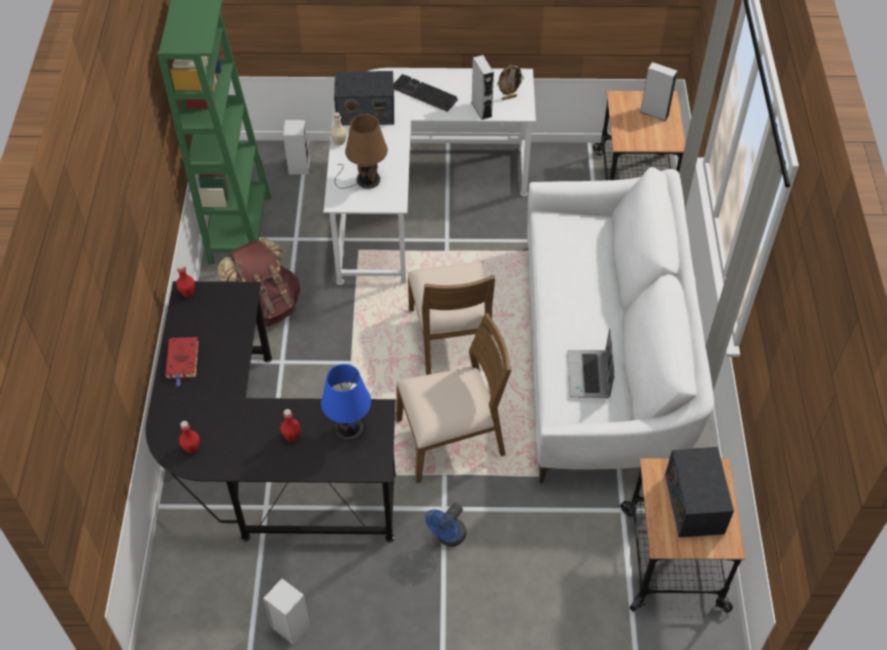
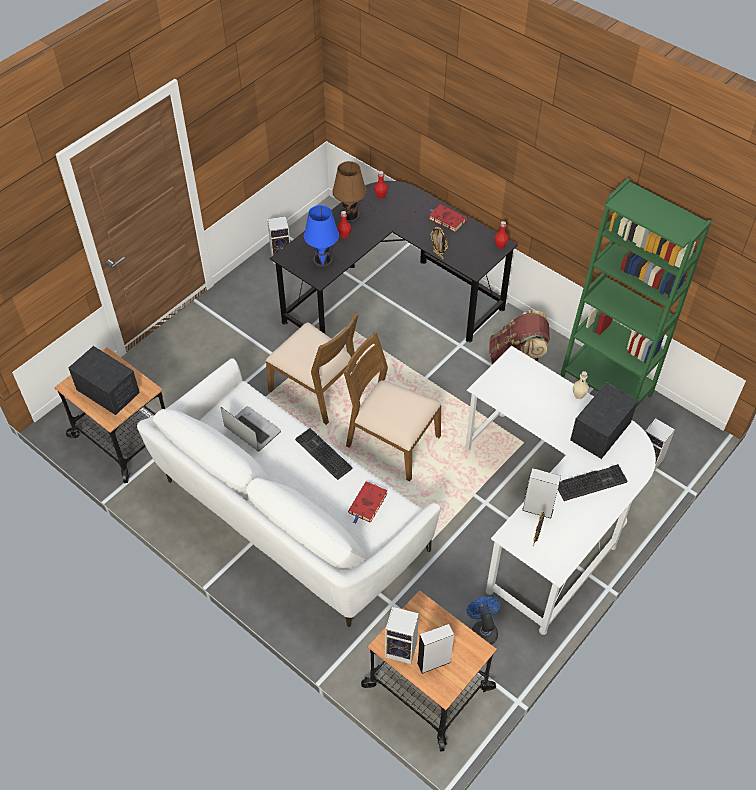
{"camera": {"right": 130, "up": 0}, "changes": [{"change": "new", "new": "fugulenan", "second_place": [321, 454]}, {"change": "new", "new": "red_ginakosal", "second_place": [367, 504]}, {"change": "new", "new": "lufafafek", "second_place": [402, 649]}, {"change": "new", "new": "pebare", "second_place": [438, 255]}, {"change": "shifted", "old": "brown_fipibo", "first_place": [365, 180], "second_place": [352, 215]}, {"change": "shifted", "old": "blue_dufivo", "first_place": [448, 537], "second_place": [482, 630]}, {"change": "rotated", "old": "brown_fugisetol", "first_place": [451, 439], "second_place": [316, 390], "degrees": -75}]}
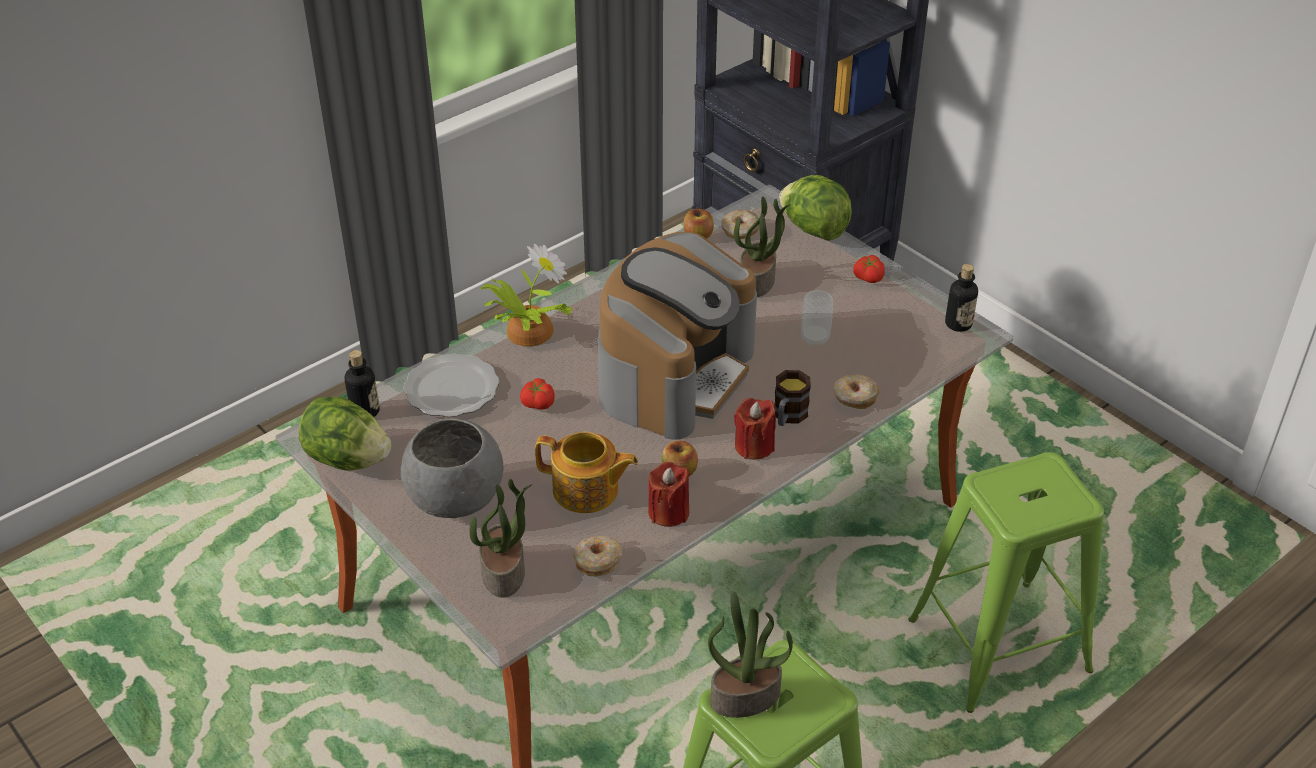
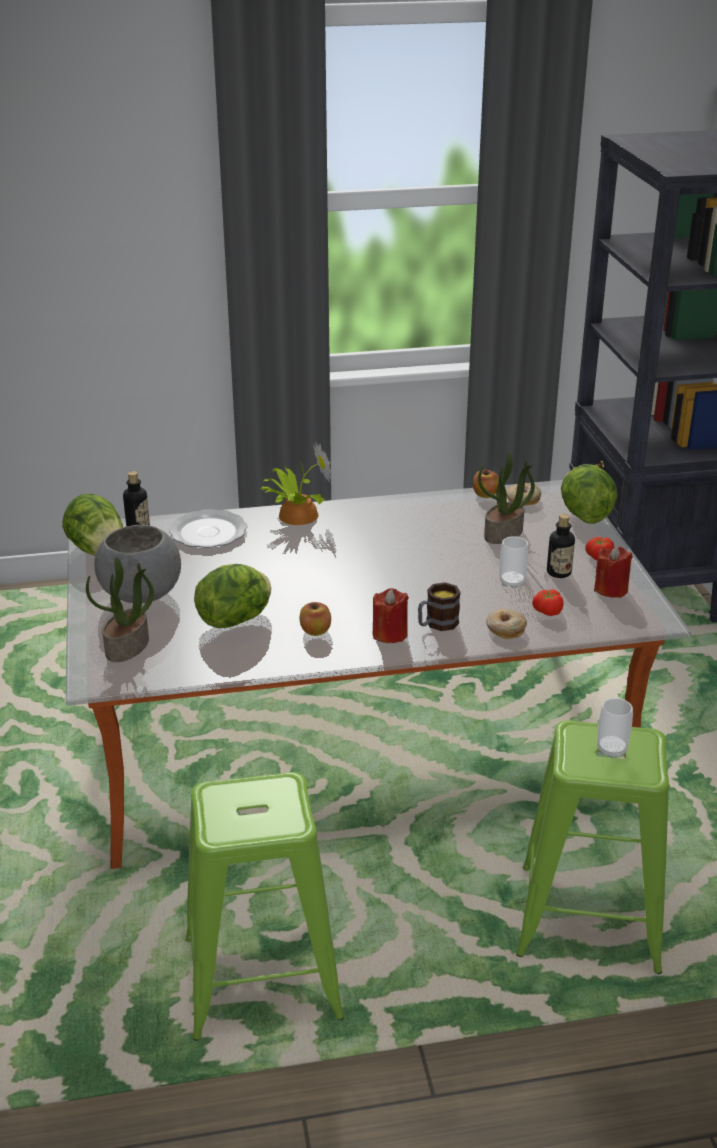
{"camera": {"right": 30, "up": -10}, "changes": [{"change": "gone", "old": "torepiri", "first_place": [597, 561]}, {"change": "gone", "old": "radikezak", "first_place": [674, 375]}, {"change": "gone", "old": "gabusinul", "first_place": [745, 696]}, {"change": "new", "new": "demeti", "second_place": [611, 750]}, {"change": "shifted", "old": "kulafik", "first_place": [537, 404], "second_place": [547, 611]}, {"change": "shifted", "old": "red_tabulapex", "first_place": [668, 512], "second_place": [611, 589]}, {"change": "shifted", "old": "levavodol", "first_place": [958, 324], "second_place": [558, 572]}, {"change": "swapped", "old": "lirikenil", "new": "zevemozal", "first_place": [587, 491], "second_place": [236, 620]}]}
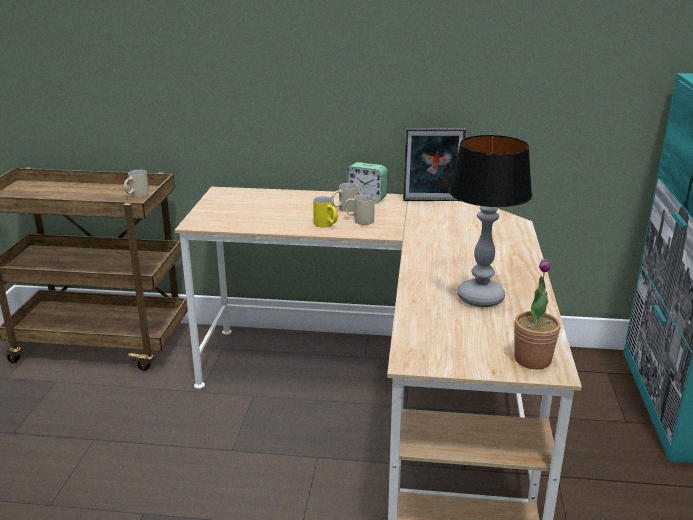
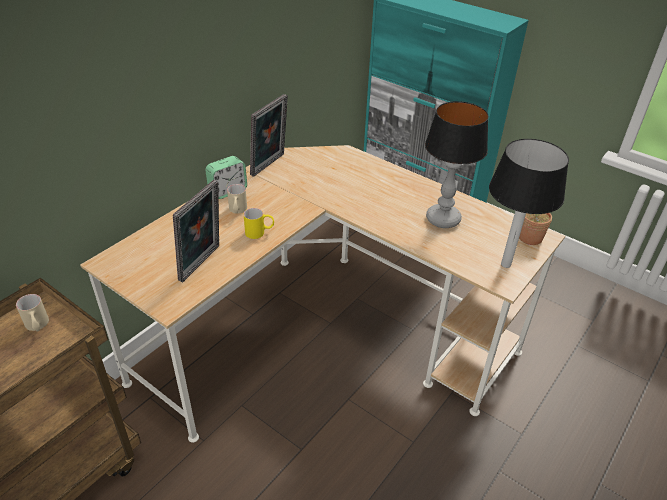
{"camera": {"right": -60, "up": 15}, "changes": [{"change": "gone", "old": "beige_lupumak", "first_place": [359, 220]}, {"change": "new", "new": "pebare", "second_place": [202, 264]}, {"change": "new", "new": "fipibo", "second_place": [505, 264]}]}
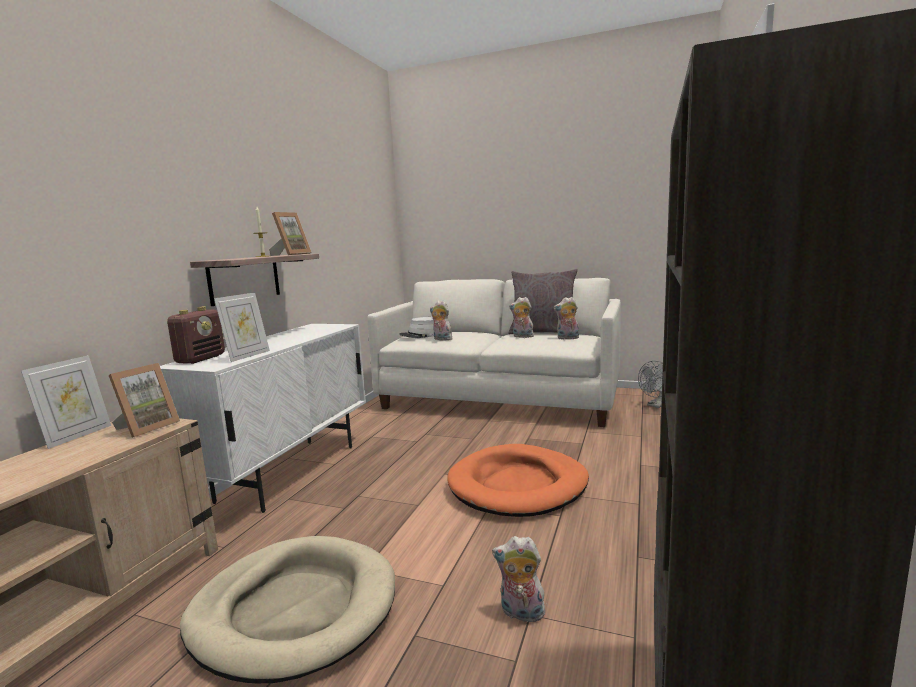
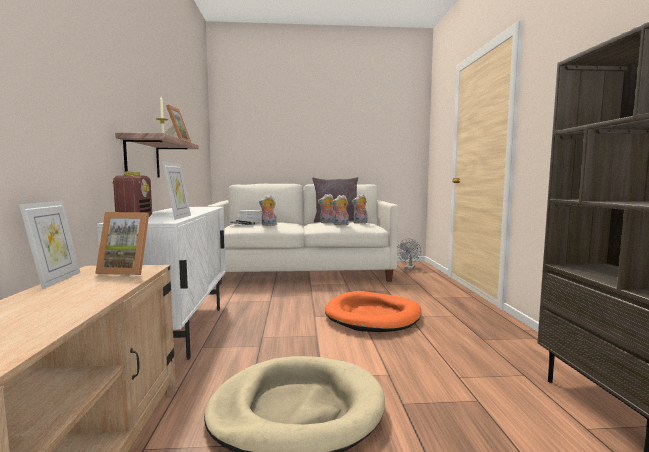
{"camera": {"right": -25, "up": -5}, "changes": [{"change": "shifted", "old": "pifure", "first_place": [520, 613], "second_place": [340, 225]}, {"change": "rotated", "old": "pebare", "first_place": [147, 427], "second_place": [128, 271], "degrees": 90}]}
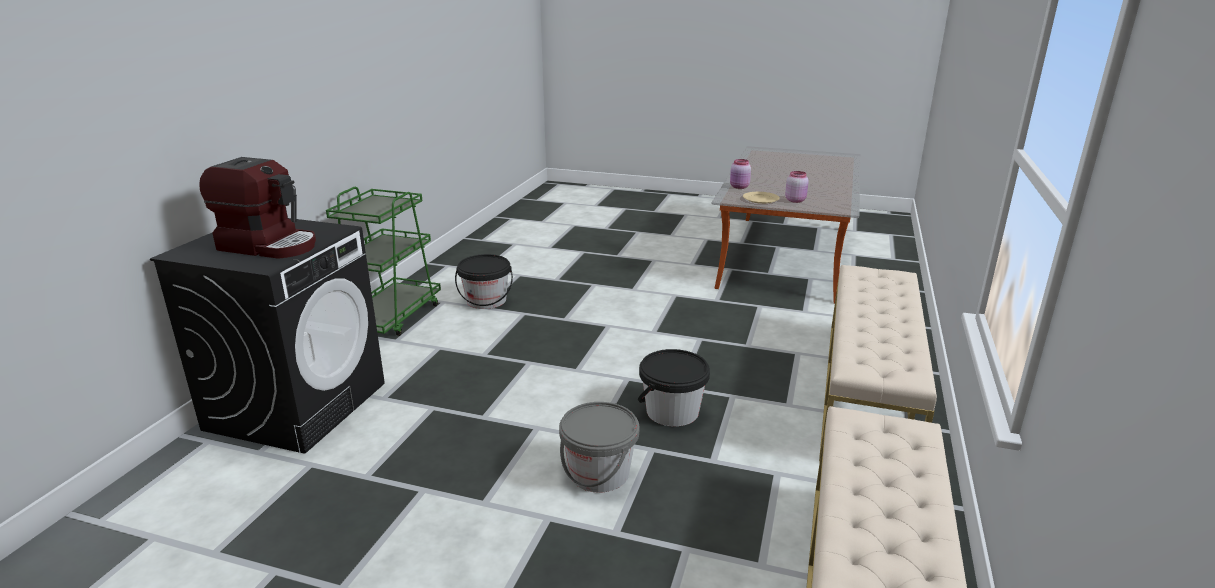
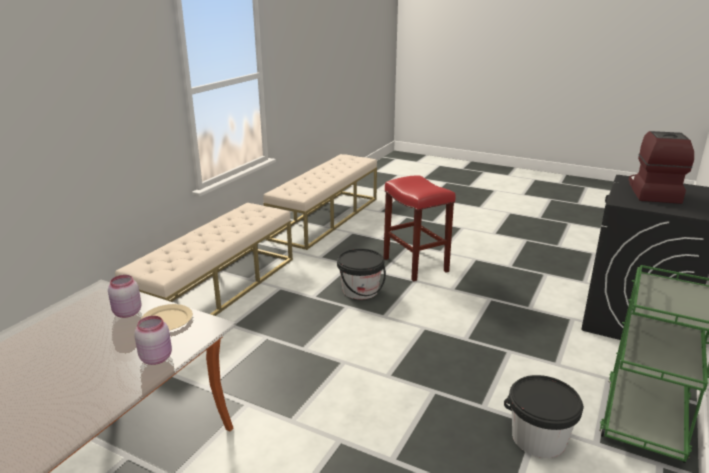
{"camera": {"right": -170, "up": 0}, "changes": [{"change": "swapped", "old": "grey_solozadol", "new": "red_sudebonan", "first_place": [599, 473], "second_place": [414, 264]}, {"change": "rotated", "old": "radikezak", "first_place": [269, 245], "second_place": [652, 192], "degrees": 75}]}
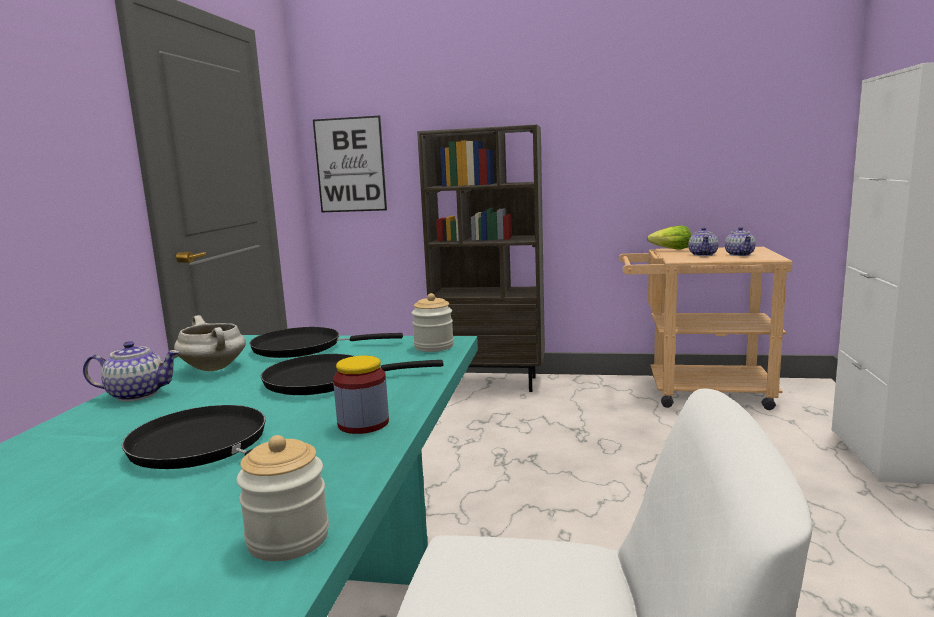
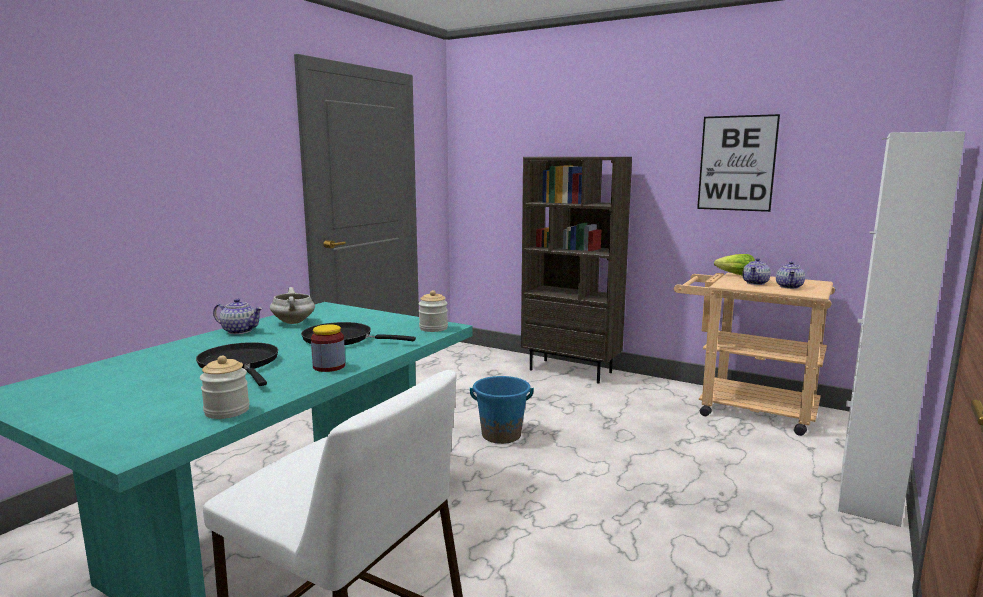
{"camera": {"right": 20, "up": 0}, "changes": [{"change": "gone", "old": "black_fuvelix", "first_place": [304, 347]}, {"change": "new", "new": "blue_solozadol", "second_place": [501, 435]}, {"change": "shifted", "old": "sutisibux", "first_place": [350, 165], "second_place": [737, 163]}]}
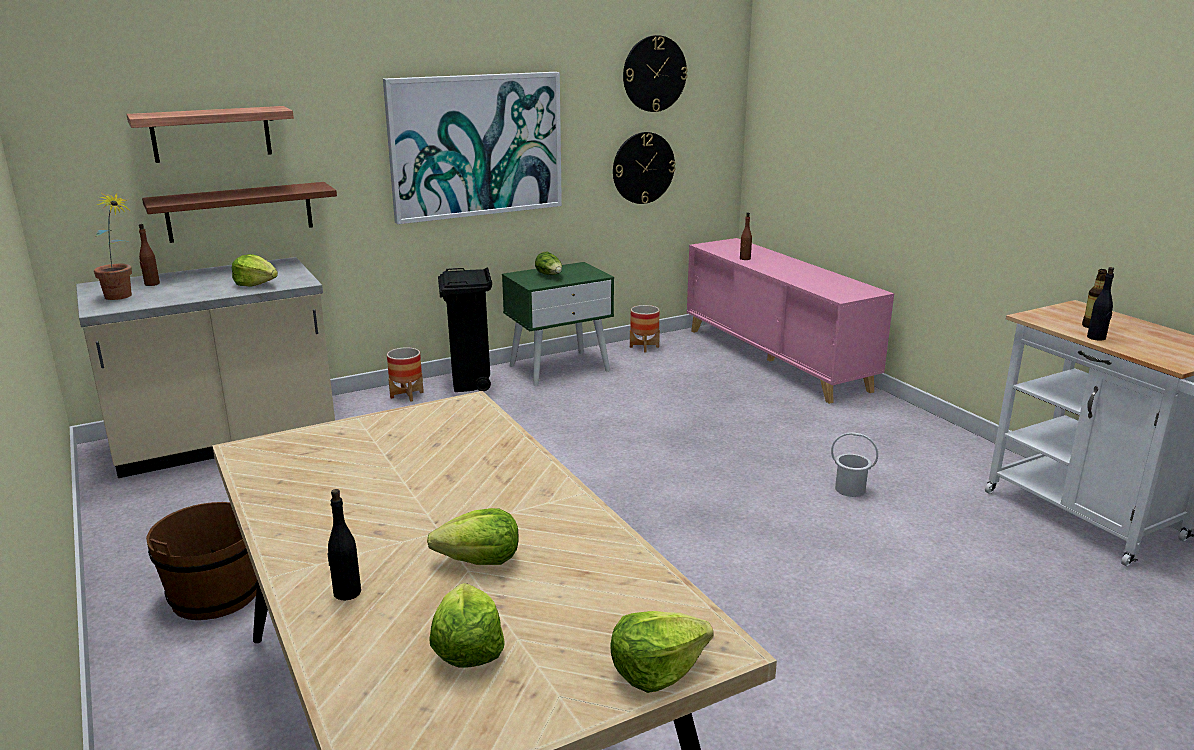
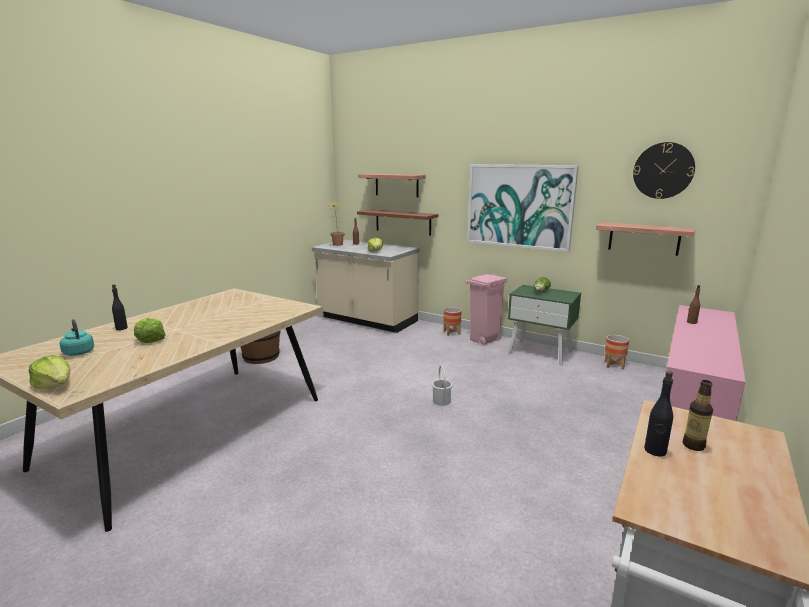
{"camera": {"right": 60, "up": -5}, "changes": [{"change": "shifted", "old": "white_solozadol", "first_place": [850, 489], "second_place": [442, 401]}, {"change": "swapped", "old": "zevemozal", "new": "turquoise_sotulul", "first_place": [467, 648], "second_place": [79, 352]}, {"change": "swapped", "old": "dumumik", "new": "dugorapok", "first_place": [643, 168], "second_place": [644, 238]}, {"change": "repainted", "old": "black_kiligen", "new": "pink_kiligen", "first_place": [470, 384], "second_place": [484, 340]}]}
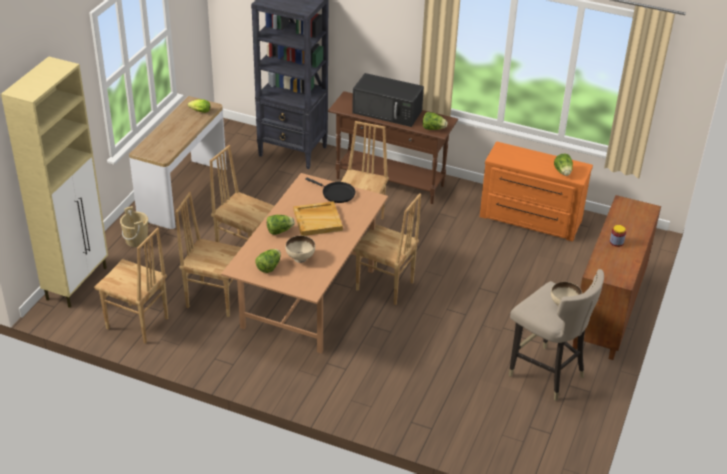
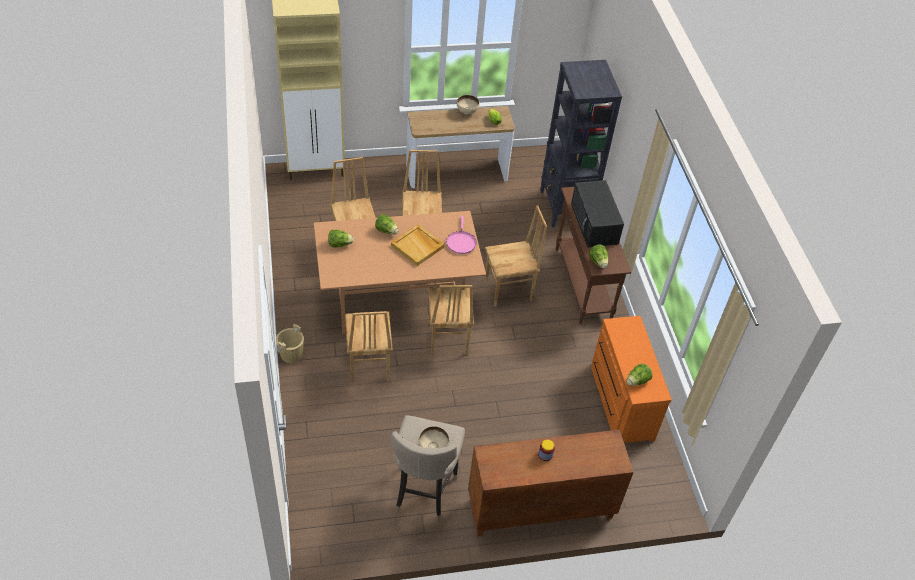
{"camera": {"right": 55, "up": 10}, "changes": [{"change": "shifted", "old": "brown_fugisetol", "first_place": [137, 324], "second_place": [368, 364]}, {"change": "shifted", "old": "beige_solozadol", "first_place": [136, 240], "second_place": [291, 354]}, {"change": "shifted", "old": "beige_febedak", "first_place": [300, 258], "second_place": [467, 112]}, {"change": "repainted", "old": "black_fuvelix", "new": "pink_fuvelix", "first_place": [336, 193], "second_place": [461, 242]}]}
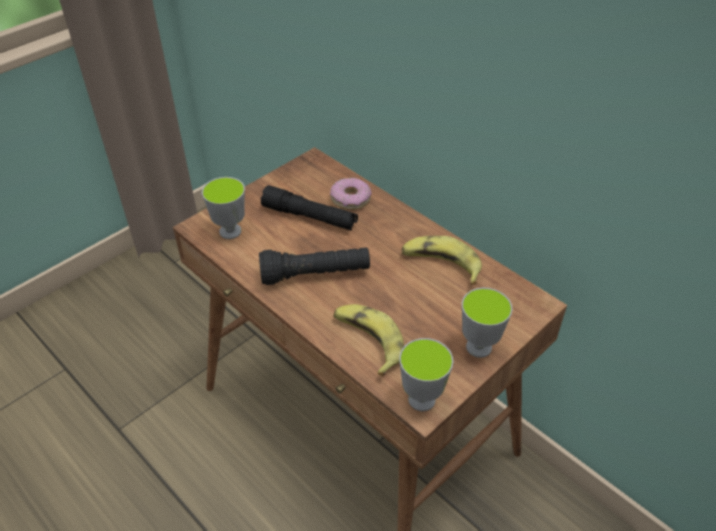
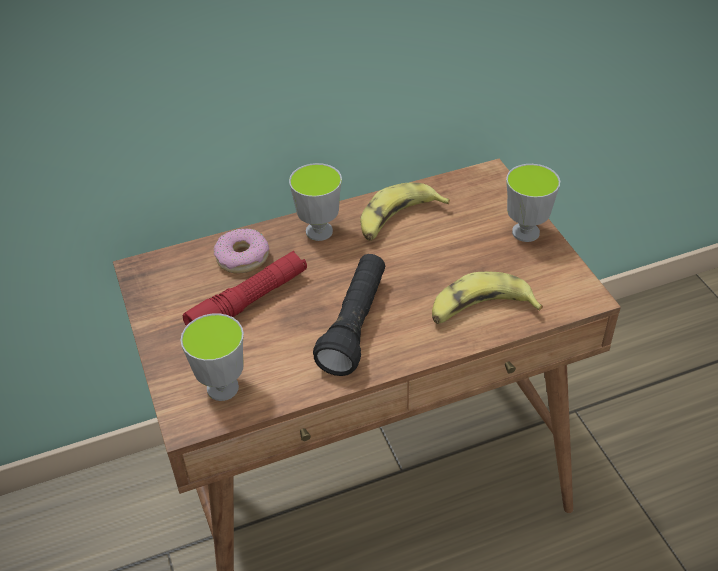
{"camera": {"right": -65, "up": 0}, "changes": [{"change": "shifted", "old": "demeti", "first_place": [421, 399], "second_place": [319, 231]}, {"change": "repainted", "old": "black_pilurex", "new": "red_pilurex", "first_place": [309, 217], "second_place": [249, 303]}]}
